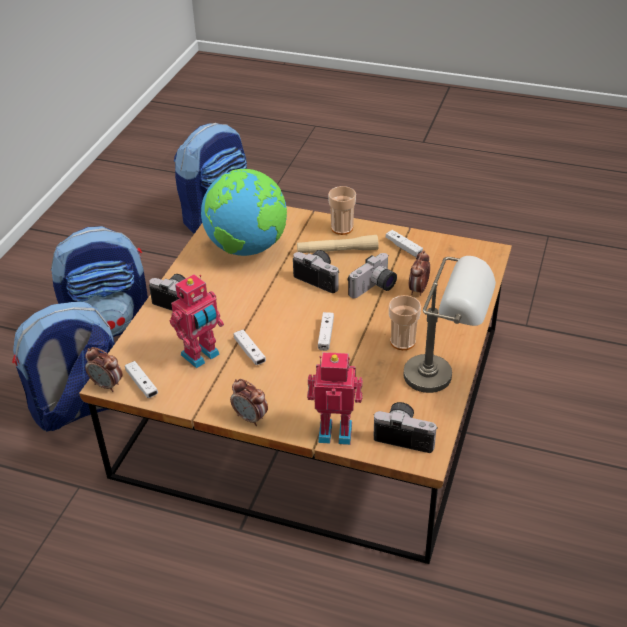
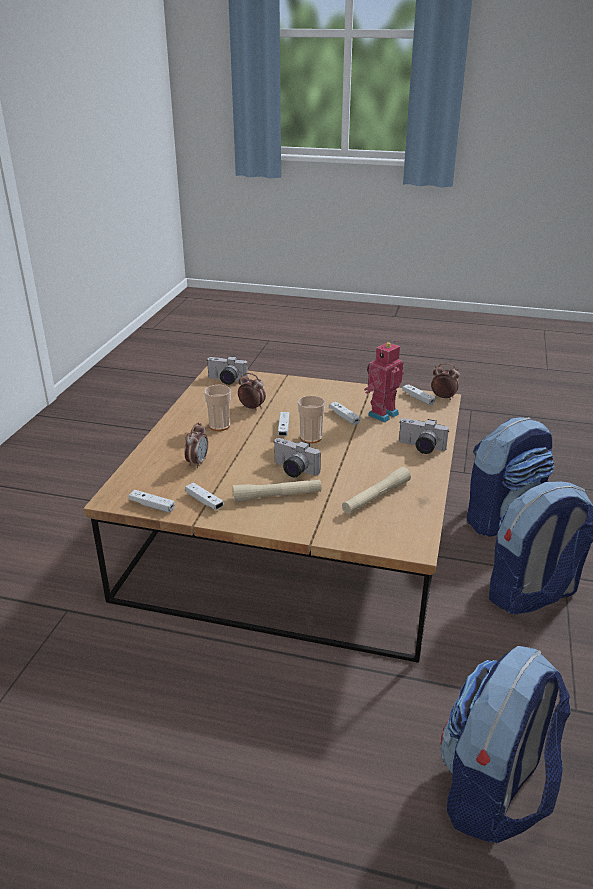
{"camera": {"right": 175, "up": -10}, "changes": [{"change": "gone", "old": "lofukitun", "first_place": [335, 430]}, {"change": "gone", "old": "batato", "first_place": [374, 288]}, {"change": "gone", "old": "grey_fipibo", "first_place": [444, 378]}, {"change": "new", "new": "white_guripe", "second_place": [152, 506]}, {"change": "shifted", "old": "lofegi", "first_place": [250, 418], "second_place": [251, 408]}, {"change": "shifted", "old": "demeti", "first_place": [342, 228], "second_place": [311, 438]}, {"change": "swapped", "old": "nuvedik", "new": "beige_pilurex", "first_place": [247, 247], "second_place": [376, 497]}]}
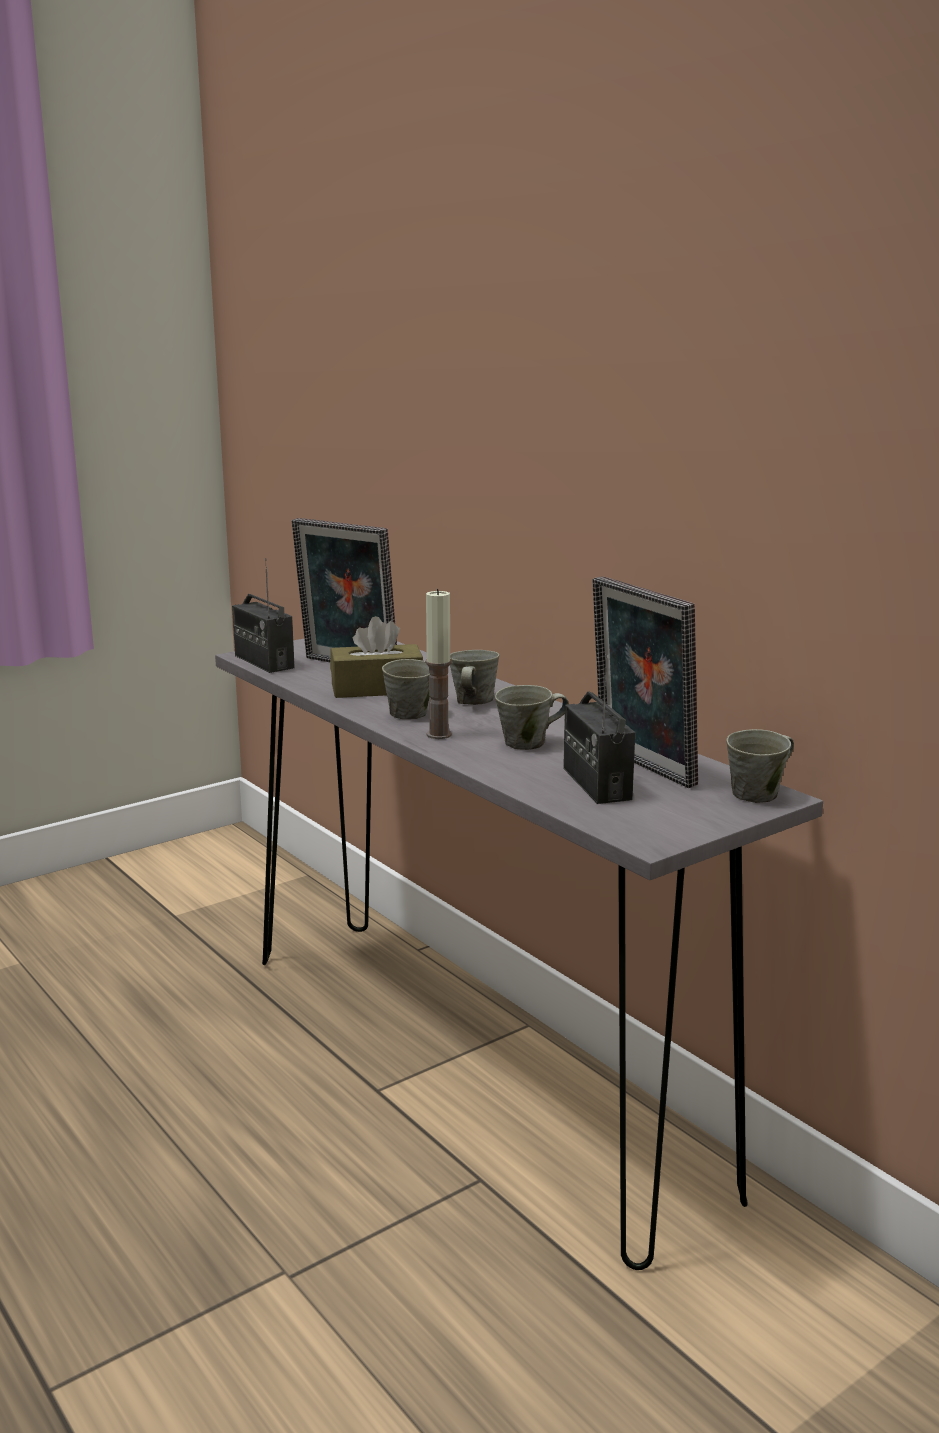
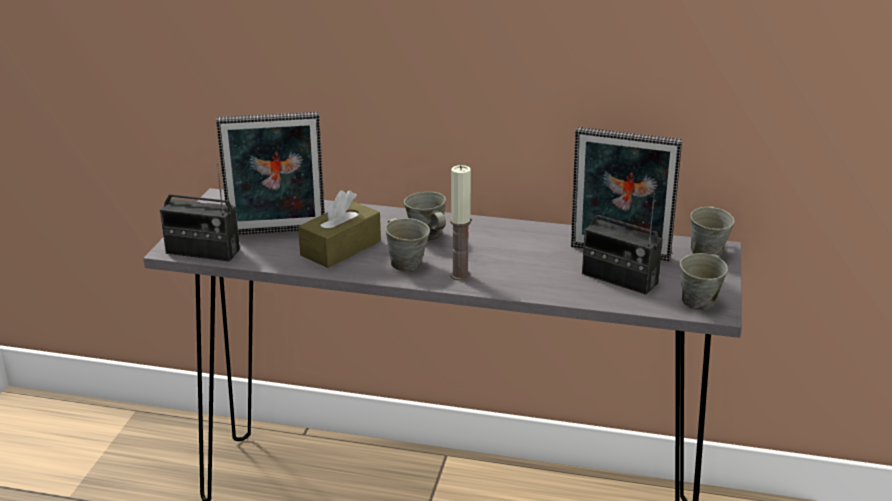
{"camera": {"right": -40, "up": 10}, "changes": [{"change": "shifted", "old": "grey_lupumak", "first_place": [528, 743], "second_place": [700, 300]}]}
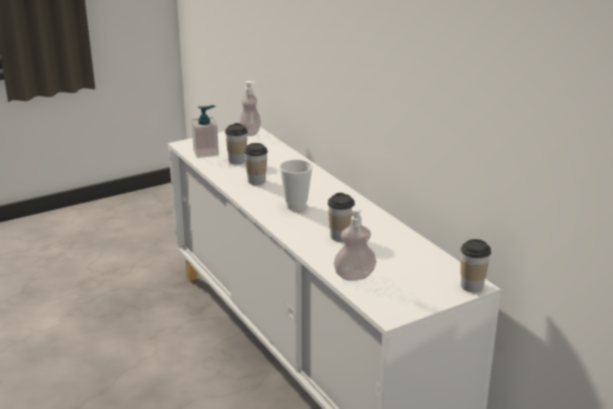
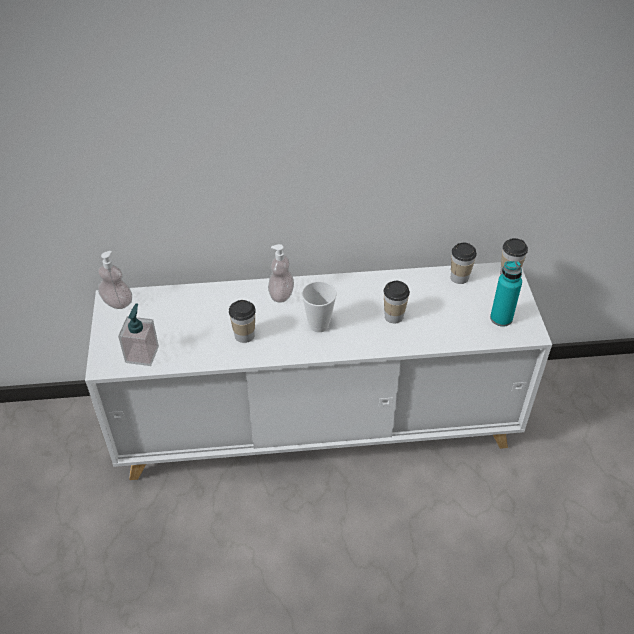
{"camera": {"right": -65, "up": 20}, "changes": [{"change": "new", "new": "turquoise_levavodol", "second_place": [501, 318]}, {"change": "shifted", "old": "demeti", "first_place": [237, 160], "second_place": [459, 277]}, {"change": "shifted", "old": "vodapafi", "first_place": [354, 276], "second_place": [281, 294]}]}
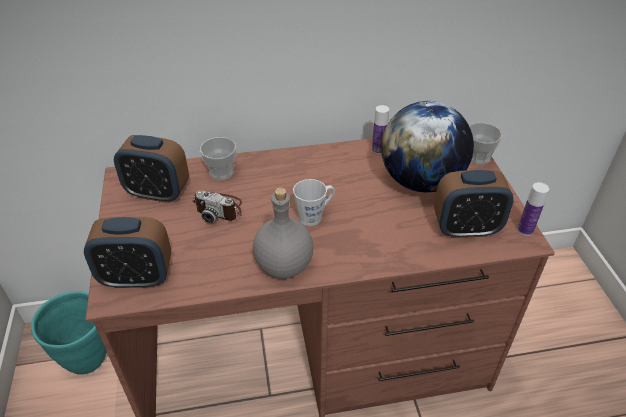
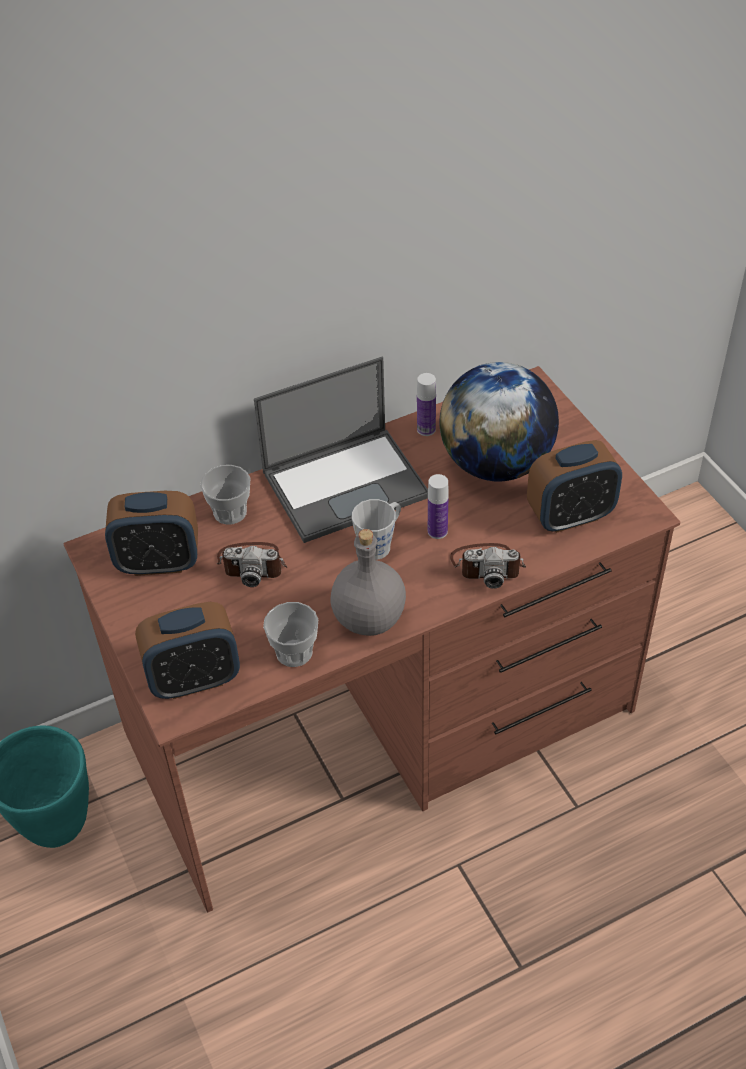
{"camera": {"right": -15, "up": 5}, "changes": [{"change": "new", "new": "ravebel", "second_place": [347, 483]}, {"change": "new", "new": "batato", "second_place": [487, 565]}, {"change": "shifted", "old": "demeti", "first_place": [478, 157], "second_place": [294, 652]}, {"change": "shifted", "old": "levavodol", "first_place": [525, 230], "second_place": [437, 531]}]}
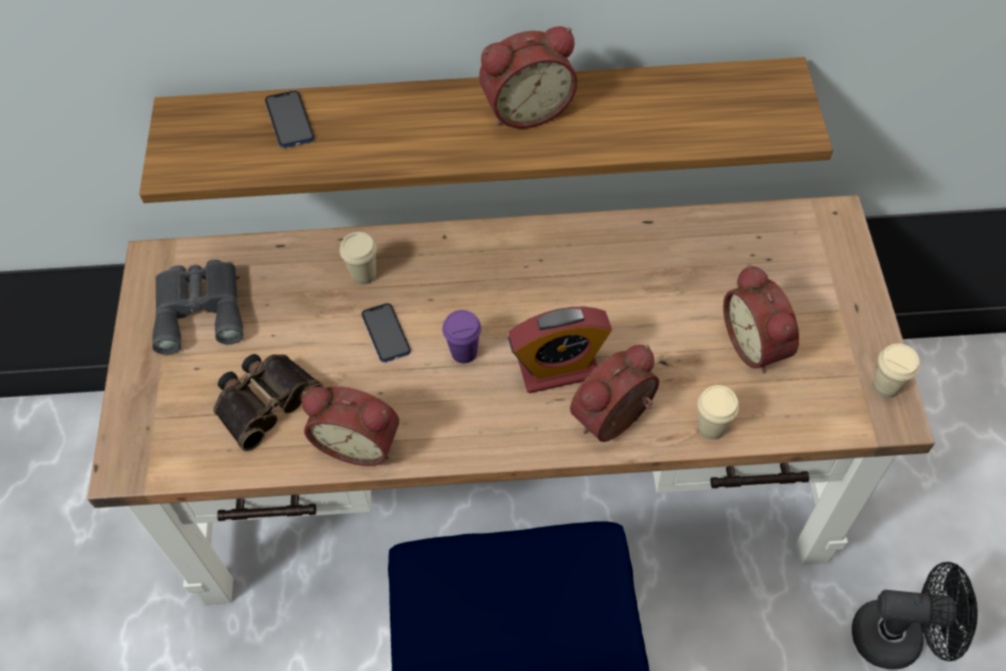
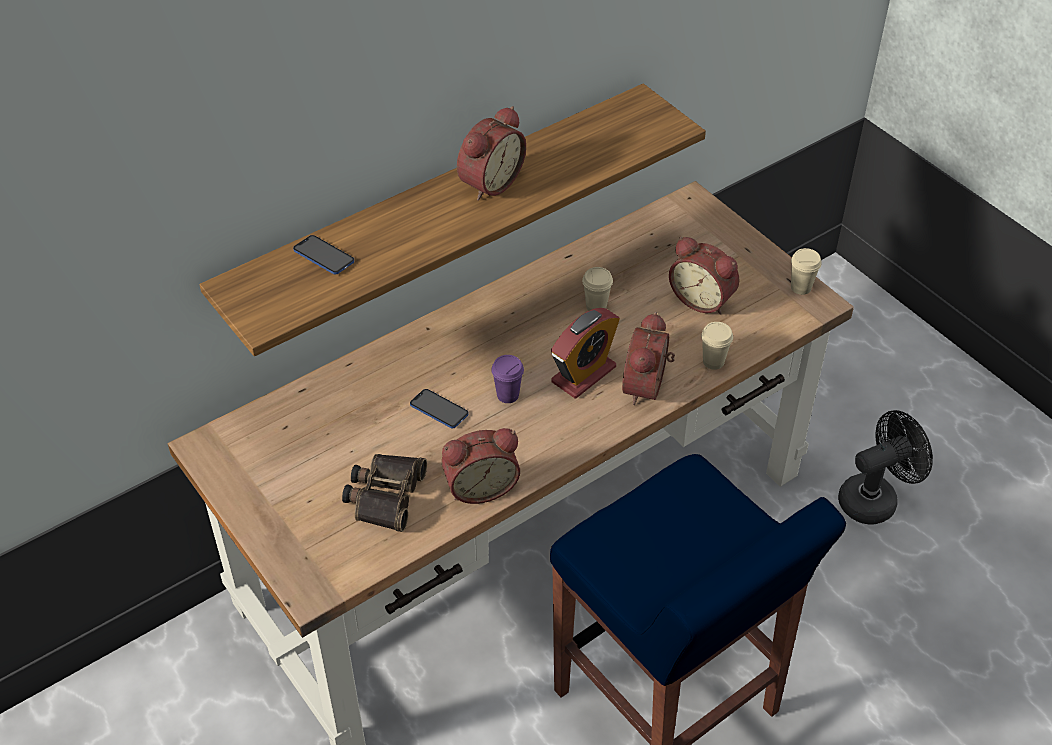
{"camera": {"right": -35, "up": -10}, "changes": [{"change": "gone", "old": "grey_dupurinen", "first_place": [200, 308]}, {"change": "shifted", "old": "beige_demeti", "first_place": [364, 275], "second_place": [596, 306]}]}
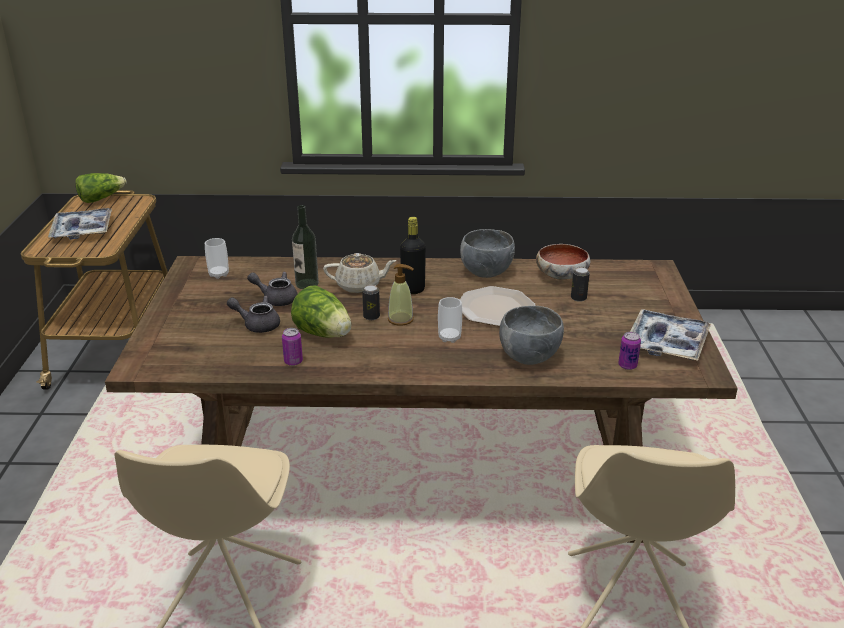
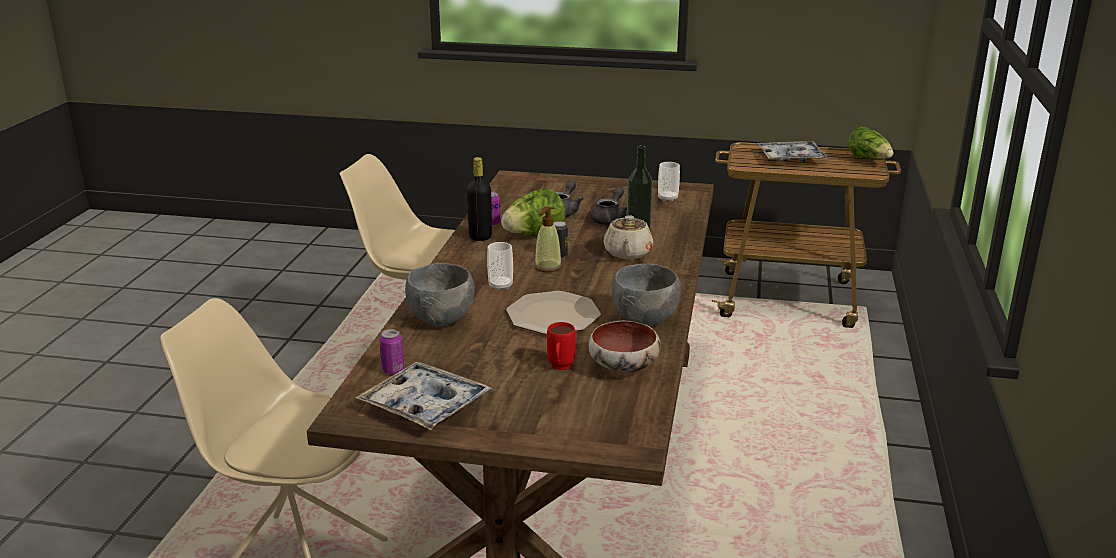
{"camera": {"right": 100, "up": -5}, "changes": [{"change": "shifted", "old": "black_levavodol", "first_place": [413, 290], "second_place": [480, 237]}, {"change": "swapped", "old": "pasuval", "new": "red_lupumak", "first_place": [578, 298], "second_place": [560, 368]}]}
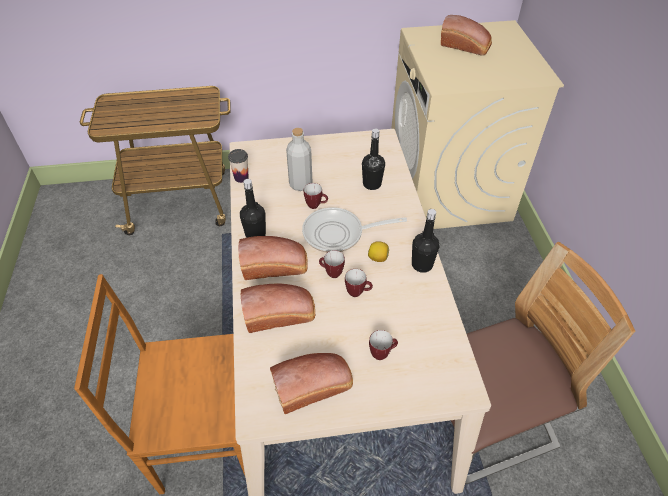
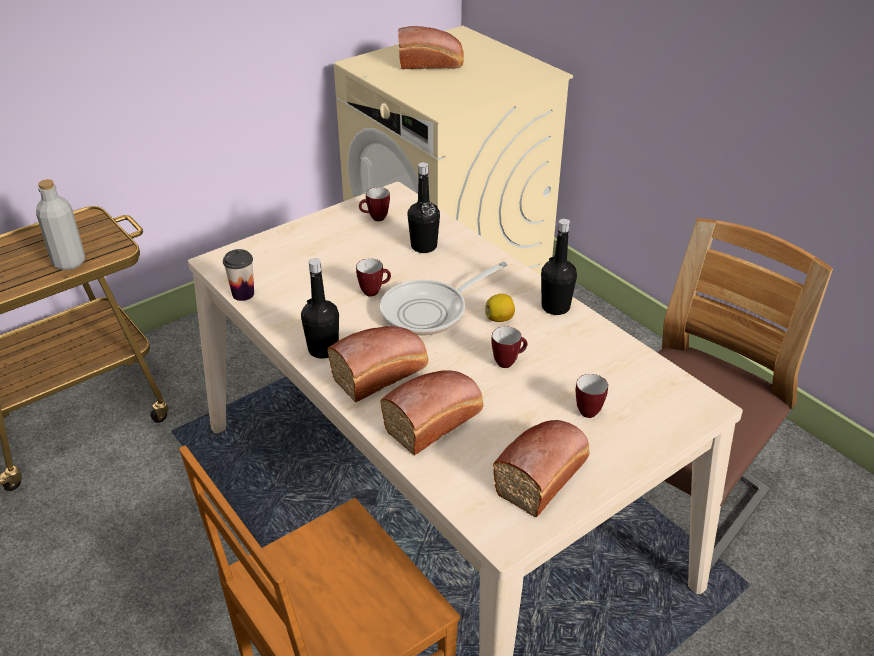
{"camera": {"right": -30, "up": -10}, "changes": [{"change": "shifted", "old": "grey_levavodol", "first_place": [300, 184], "second_place": [69, 262]}, {"change": "shifted", "old": "lupumak", "first_place": [331, 273], "second_place": [375, 218]}]}
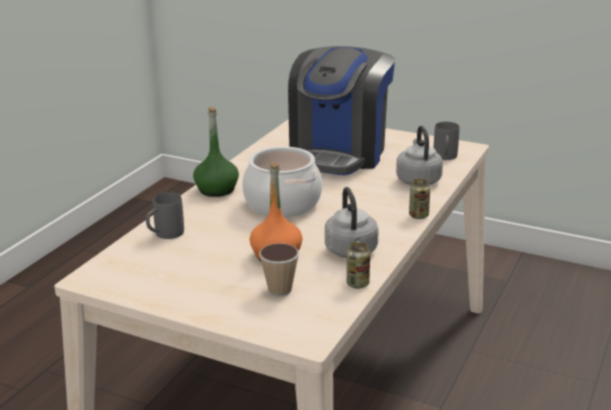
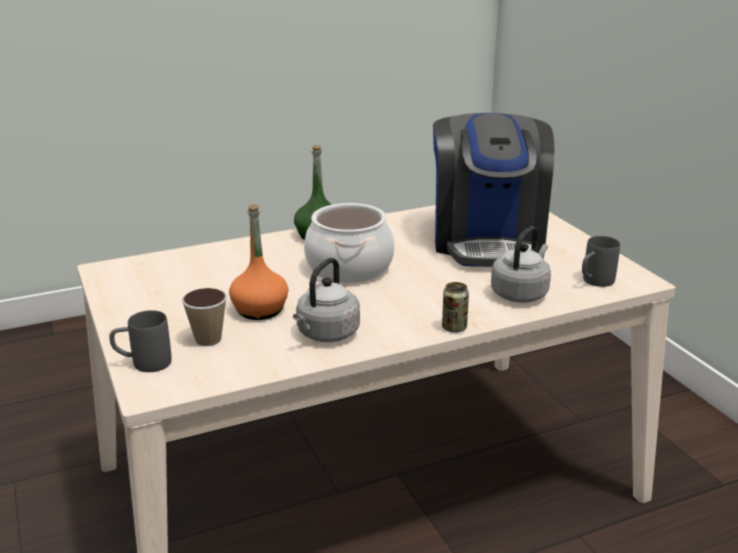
{"camera": {"right": 40, "up": 0}, "changes": [{"change": "gone", "old": "pasuval", "first_place": [357, 284]}, {"change": "shifted", "old": "grey_lupumak", "first_place": [164, 235], "second_place": [143, 363]}, {"change": "rotated", "old": "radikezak", "first_place": [339, 153], "second_place": [487, 241], "degrees": -60}]}
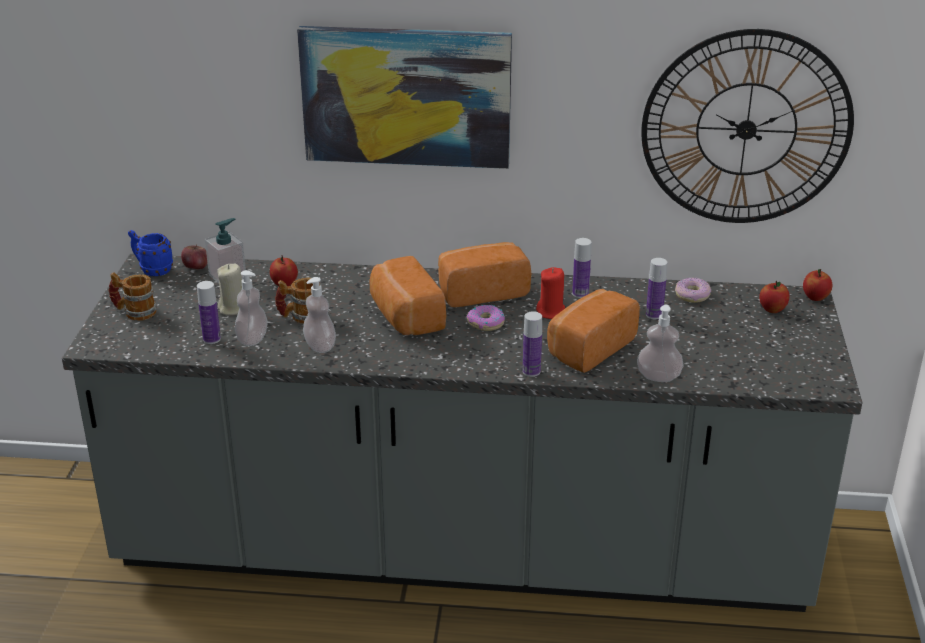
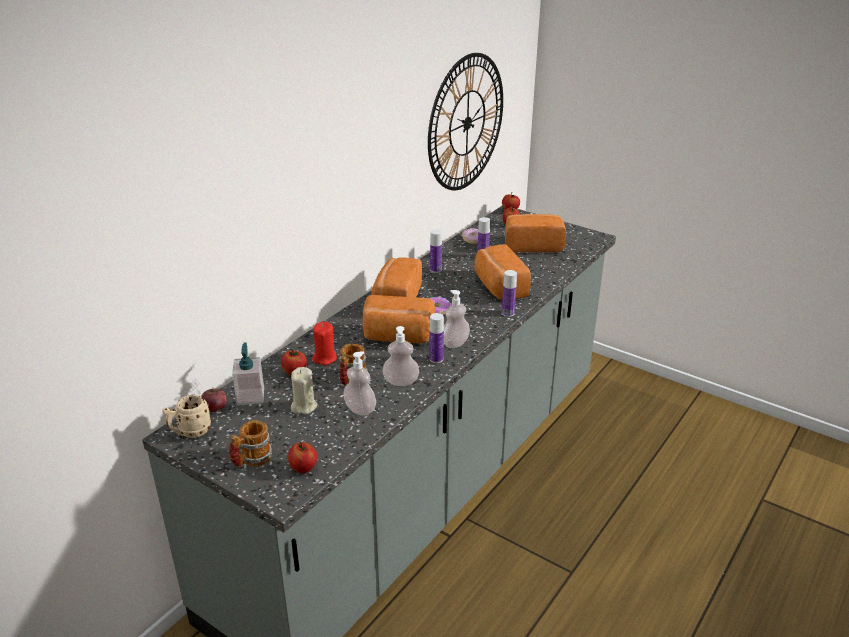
{"camera": {"right": -60, "up": 0}, "changes": [{"change": "gone", "old": "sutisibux", "first_place": [406, 96]}, {"change": "new", "new": "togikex", "second_place": [303, 468]}, {"change": "new", "new": "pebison", "second_place": [532, 245]}, {"change": "shifted", "old": "levavodol", "first_place": [212, 339], "second_place": [436, 359]}, {"change": "shifted", "old": "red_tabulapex", "first_place": [551, 312], "second_place": [325, 358]}, {"change": "shifted", "old": "vodapafi", "first_place": [658, 377], "second_place": [455, 343]}, {"change": "repainted", "old": "blue_lupumak", "new": "beige_lupumak", "first_place": [152, 270], "second_place": [190, 433]}]}
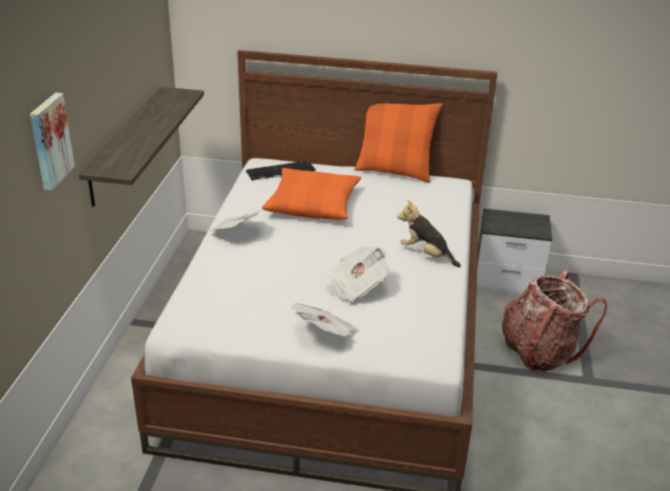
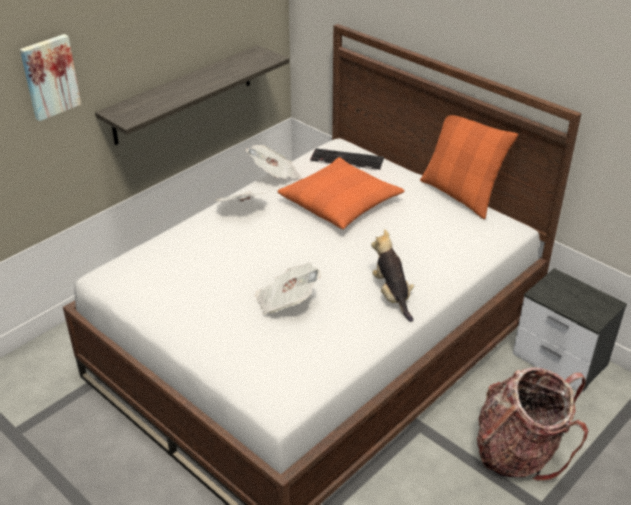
{"camera": {"right": 35, "up": 5}, "changes": [{"change": "shifted", "old": "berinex", "first_place": [325, 334], "second_place": [275, 175]}]}
